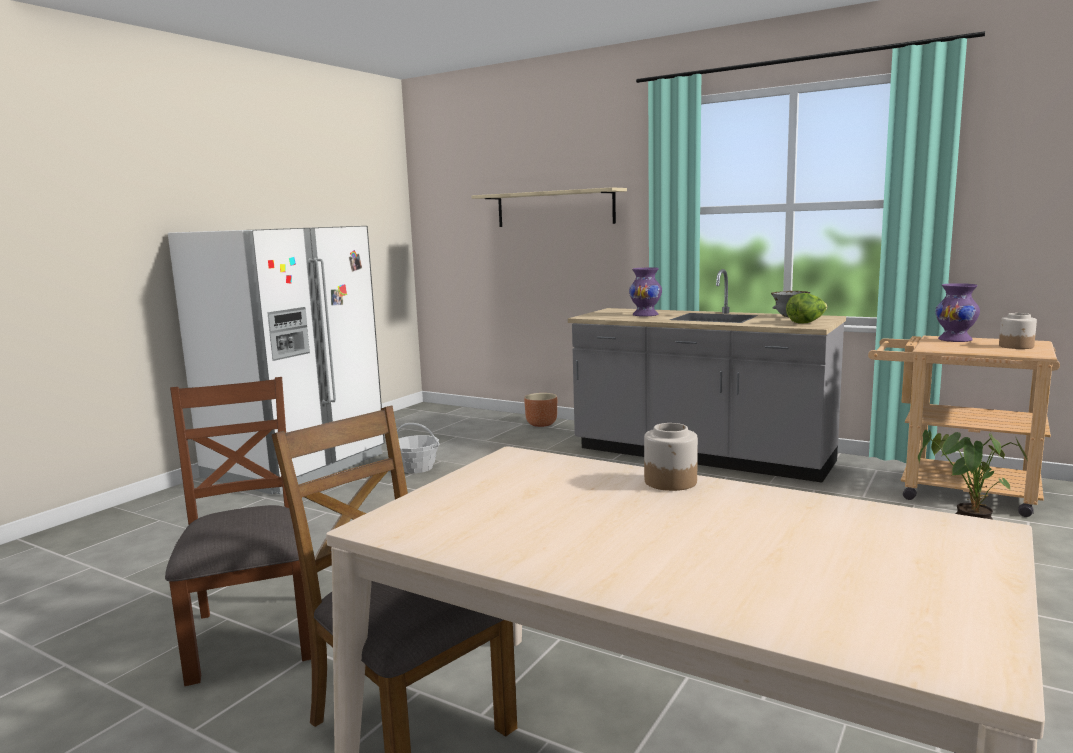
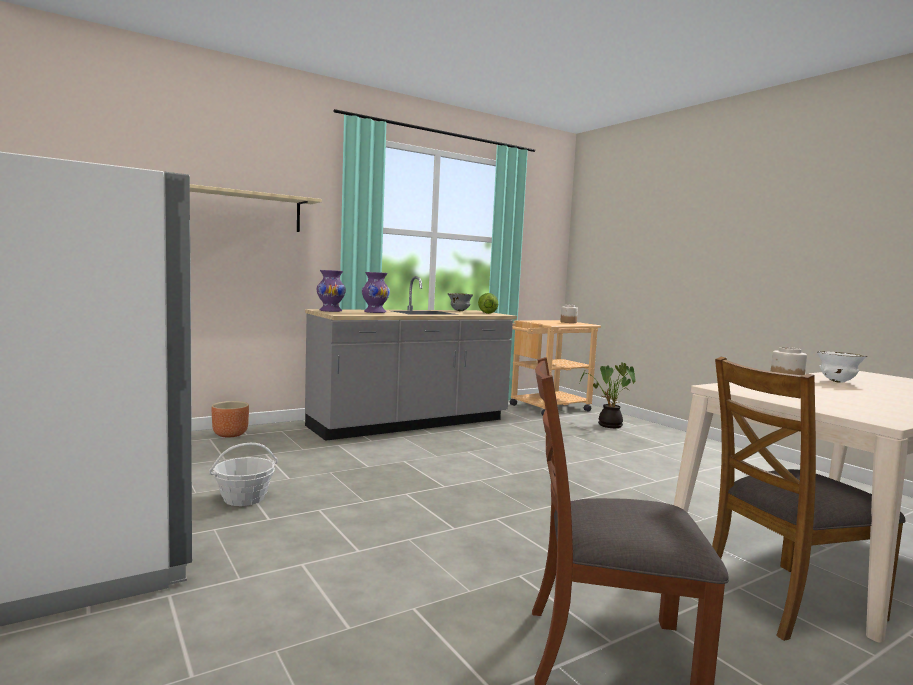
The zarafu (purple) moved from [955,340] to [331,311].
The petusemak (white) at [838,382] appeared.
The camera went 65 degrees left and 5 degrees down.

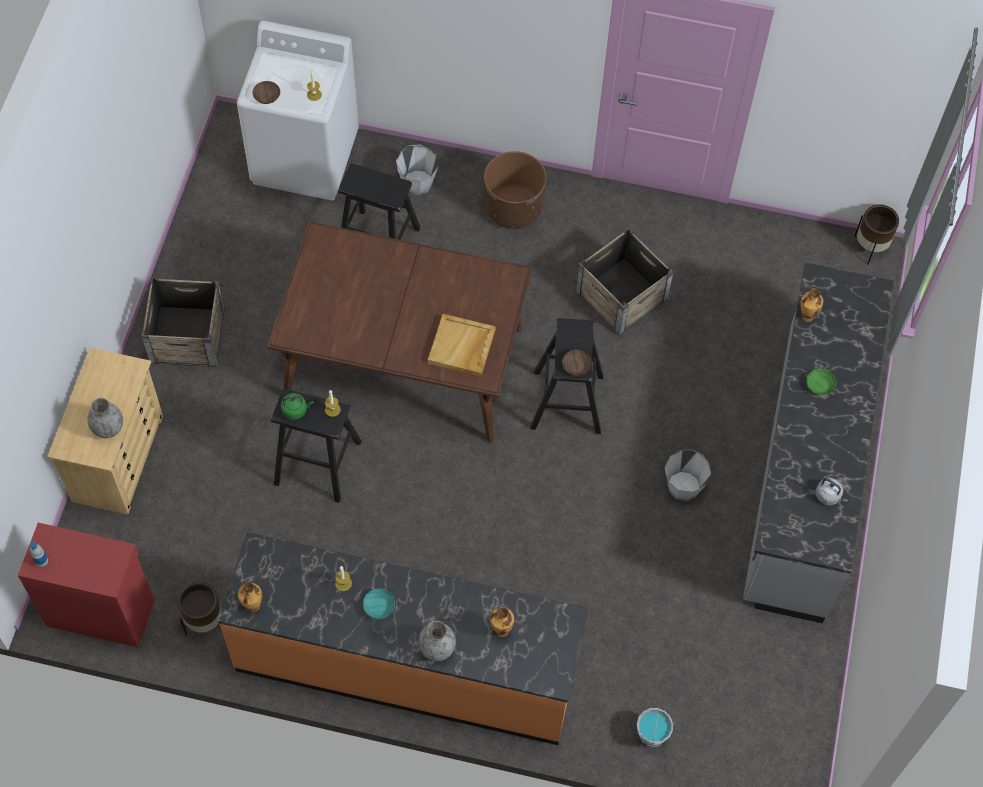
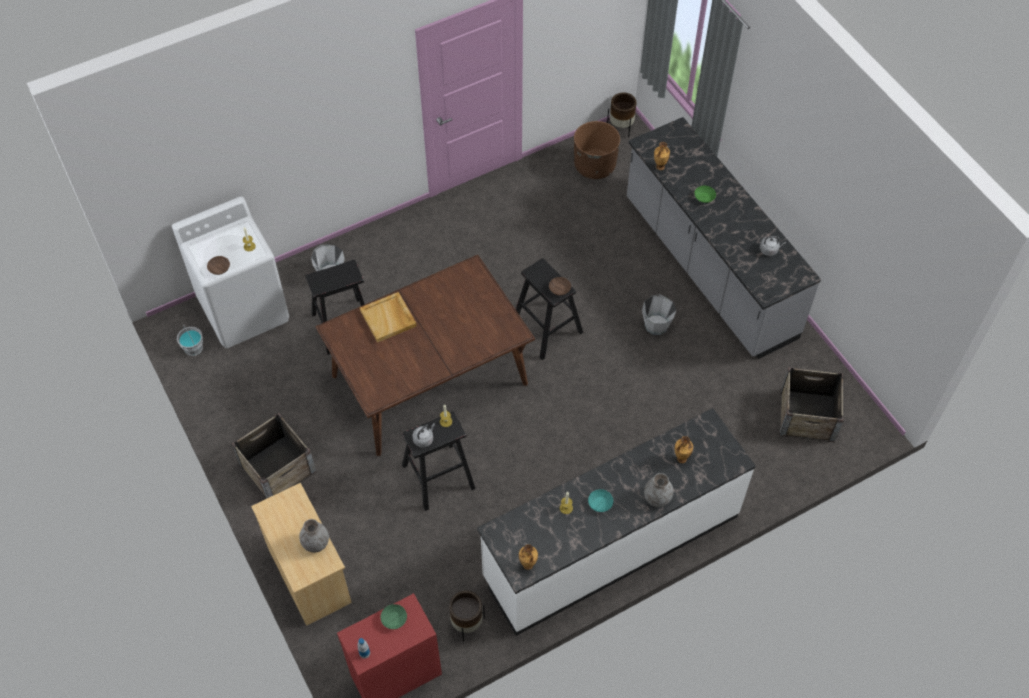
The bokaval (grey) moved from [651,734] to [193,348].
The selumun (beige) moved from [462,347] to [388,318].
The petusemak (green) at [393,619] appeared.
The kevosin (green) at [296,410] became the kevosin (grey) at [424,439].
The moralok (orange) at [406,666] became the moralok (white) at [611,546].
The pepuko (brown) moved from [513,208] to [594,165].
The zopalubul moved from [622,295] to [807,415].
The camera went 40 degrees left and 5 degrees down.

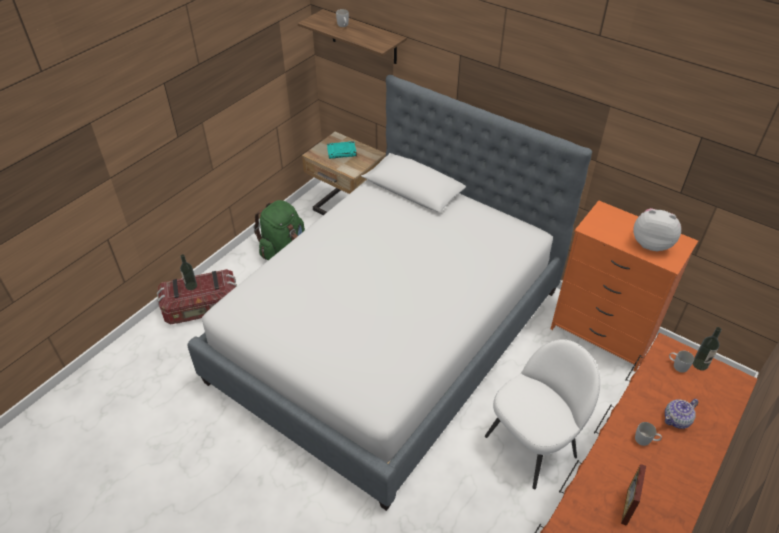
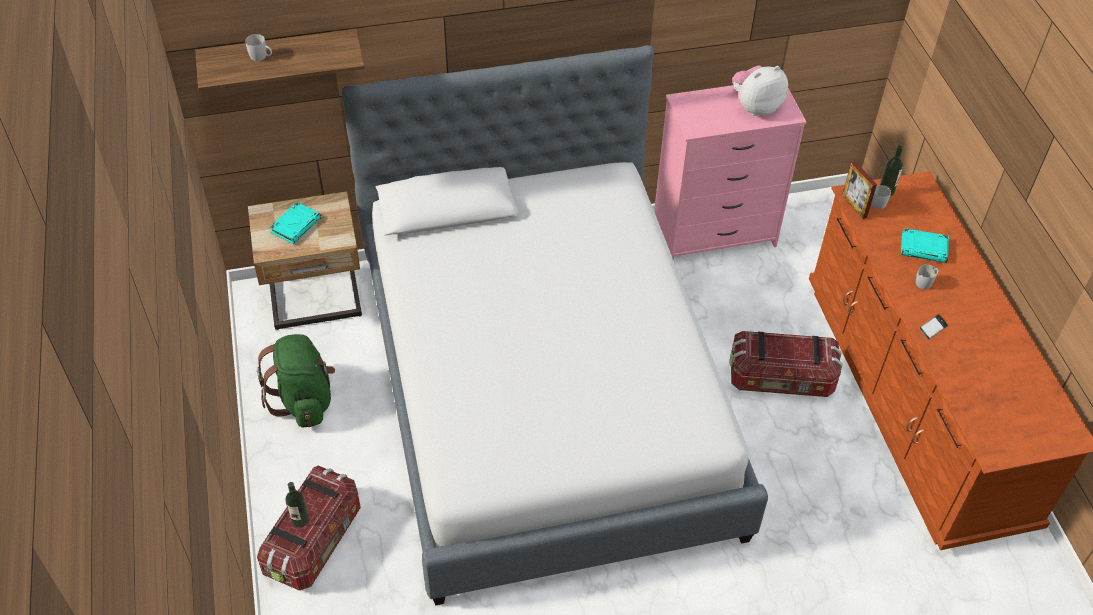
The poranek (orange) at [601,334] became the poranek (pink) at [714,234].
The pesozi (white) at [532,445] was replaced by the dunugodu at [781,379].
The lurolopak moved from [627,506] to [854,206].
The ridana at [677,420] was replaced by the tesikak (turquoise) at [924,248].
The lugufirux at [932,328] appeared.
The camera went 50 degrees left and 5 degrees up.

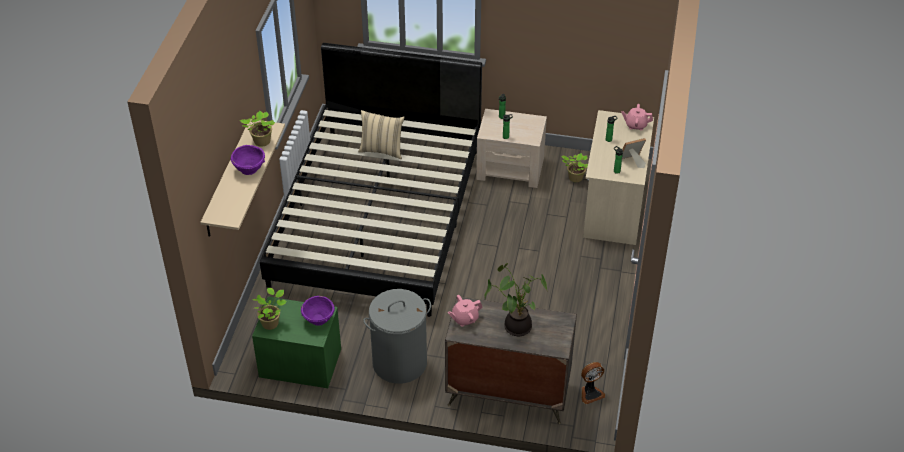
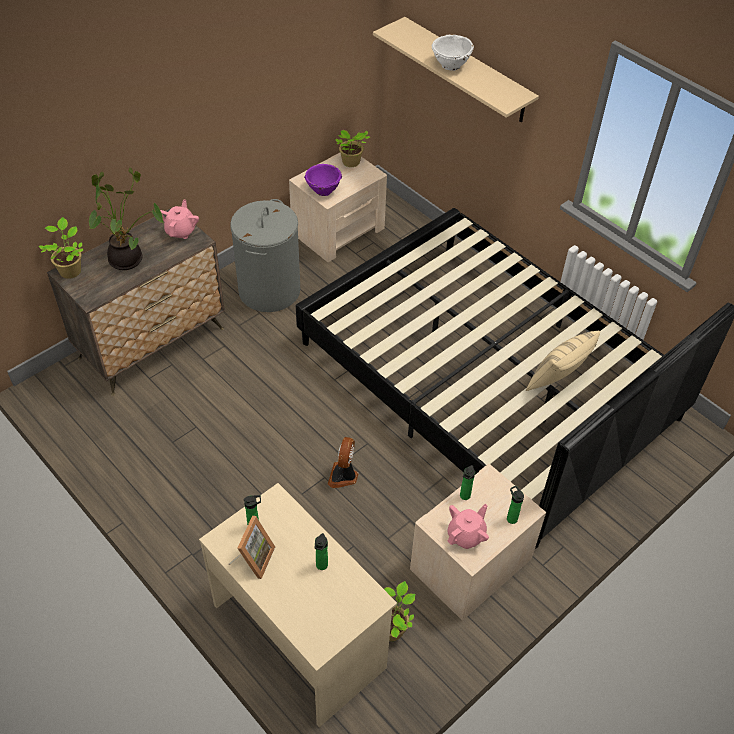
The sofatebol moved from [261,142] to [70,270].
The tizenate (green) at [300,362] became the tizenate (beige) at [338,230].
The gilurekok moved from [590,393] to [344,476].
The petusemak (purple) at [250,169] became the petusemak (white) at [450,65].
The ridana (pink) moved from [635,125] to [466,535].
The camera went 125 degrees right and 5 degrees up.

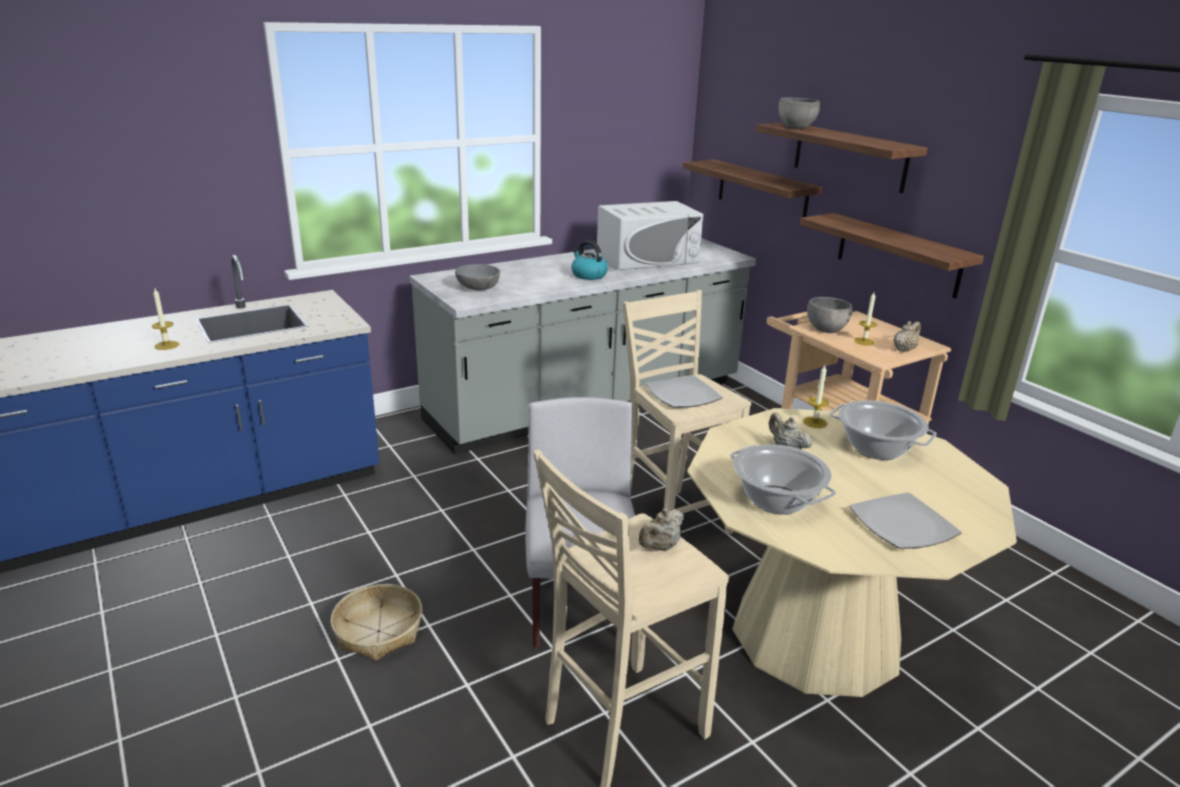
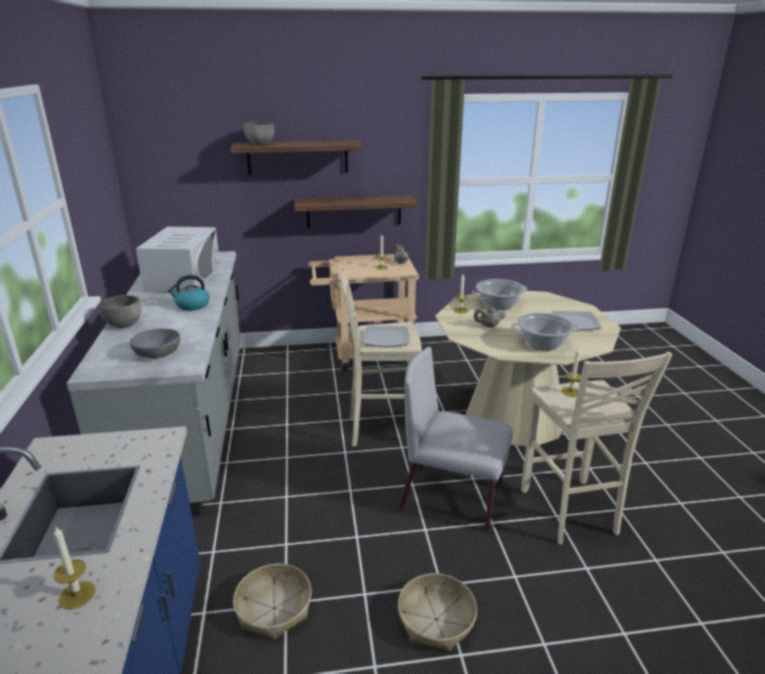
The petusemak (grey) moved from [826,330] to [124,324].
The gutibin at [274,608] appeared.
The ridana (beige) at [660,547] was replaced by the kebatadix at [571,392].
The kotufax at [762,192] disappeared.
The camera went 65 degrees left and 0 degrees up.

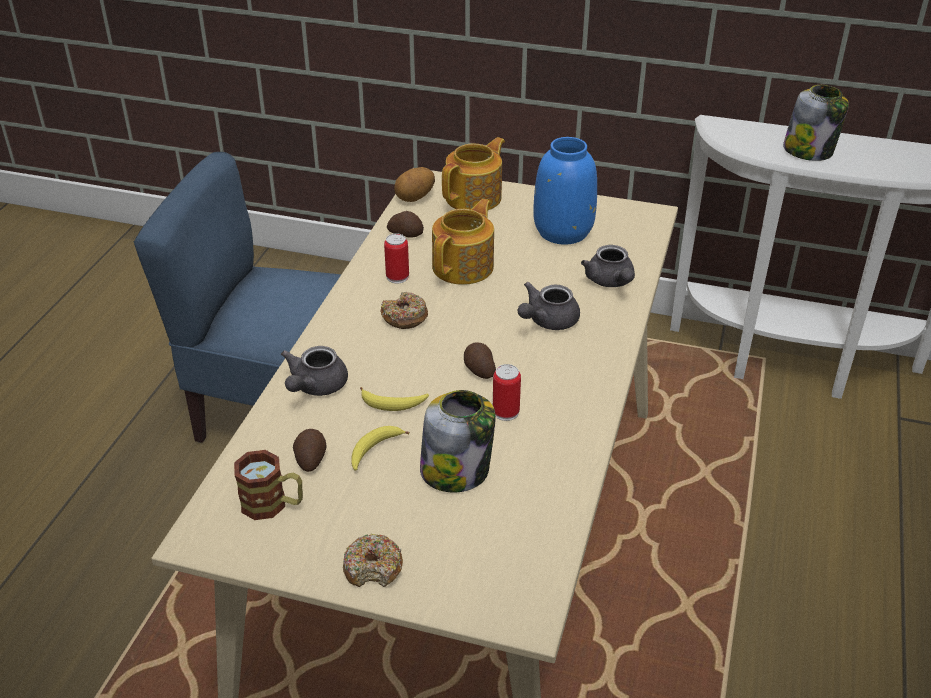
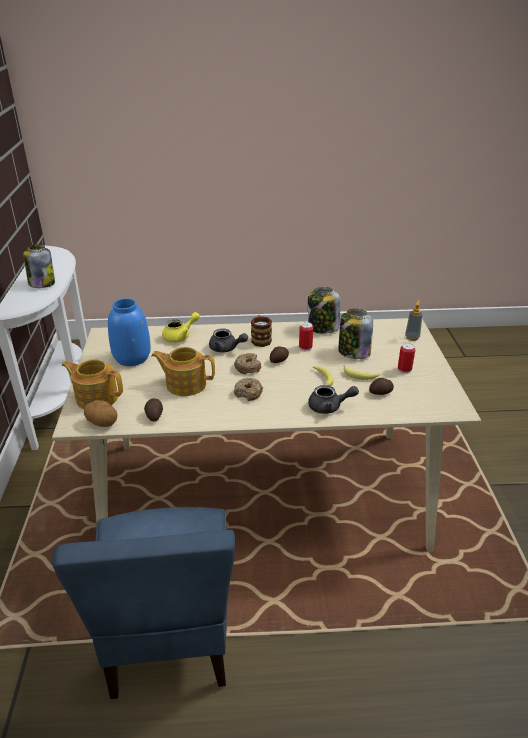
The ridana (grey) at [611,282] became the ridana (yellow) at [180,336].
The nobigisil moved from [373,568] to [247,367].
The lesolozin moved from [273,504] to [260,339].
The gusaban at [322,328] appeared.
The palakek moved from [397,277] to [404,370].
The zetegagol at [412,337] appeared.
The camera went 110 degrees left and 5 degrees down.

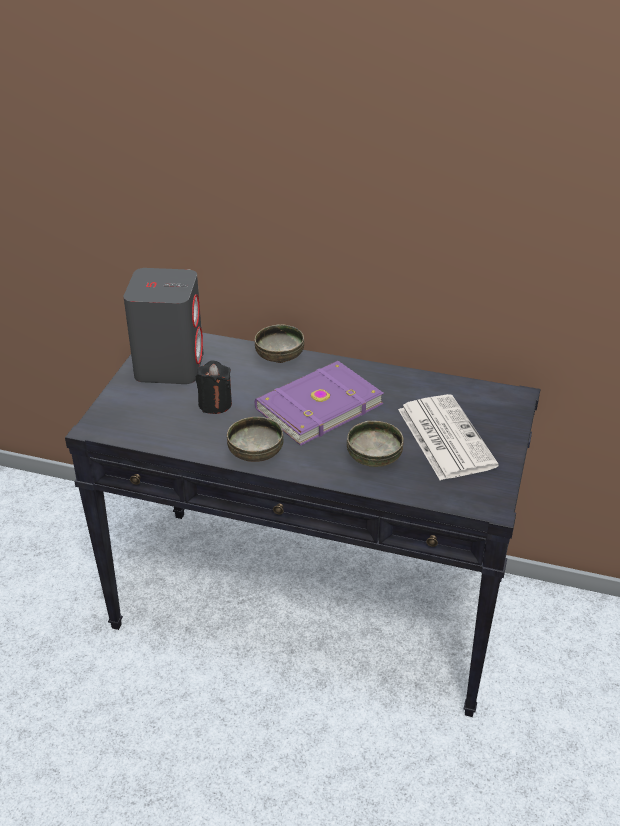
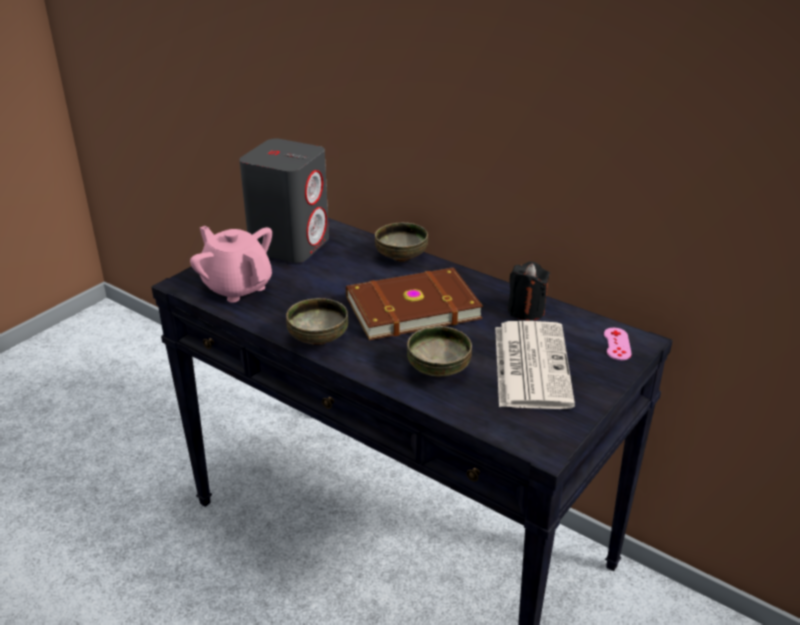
The ridana (pink) at [237,287] appeared.
The tesikak (purple) at [317,405] became the tesikak (brown) at [411,307].
The kebatadix (black) moved from [215,404] to [526,310].
The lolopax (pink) at [617,344] appeared.
The camera went 20 degrees right and 5 degrees down.

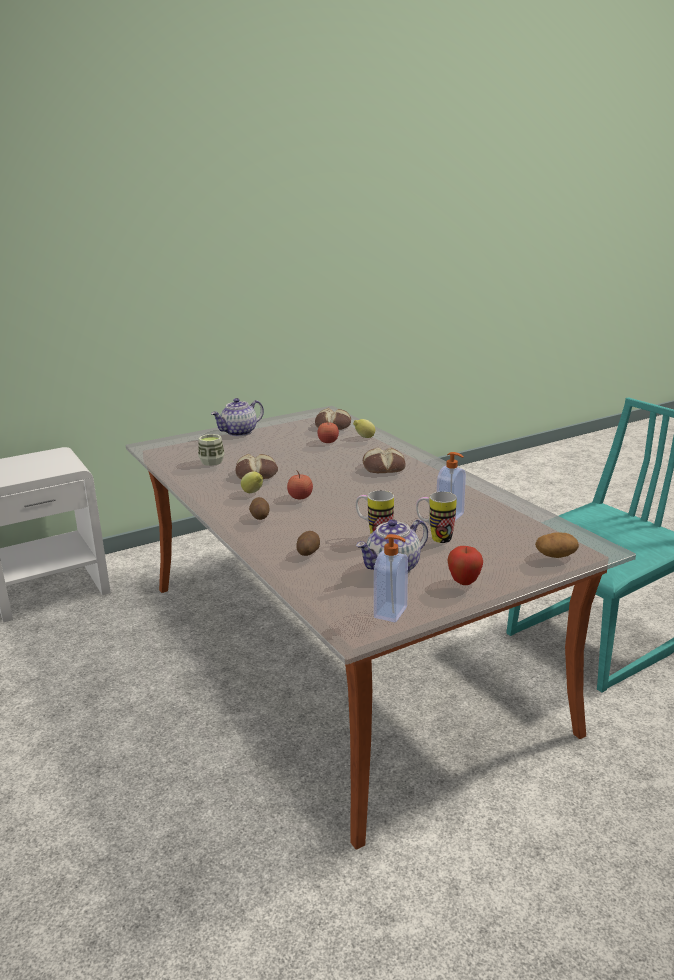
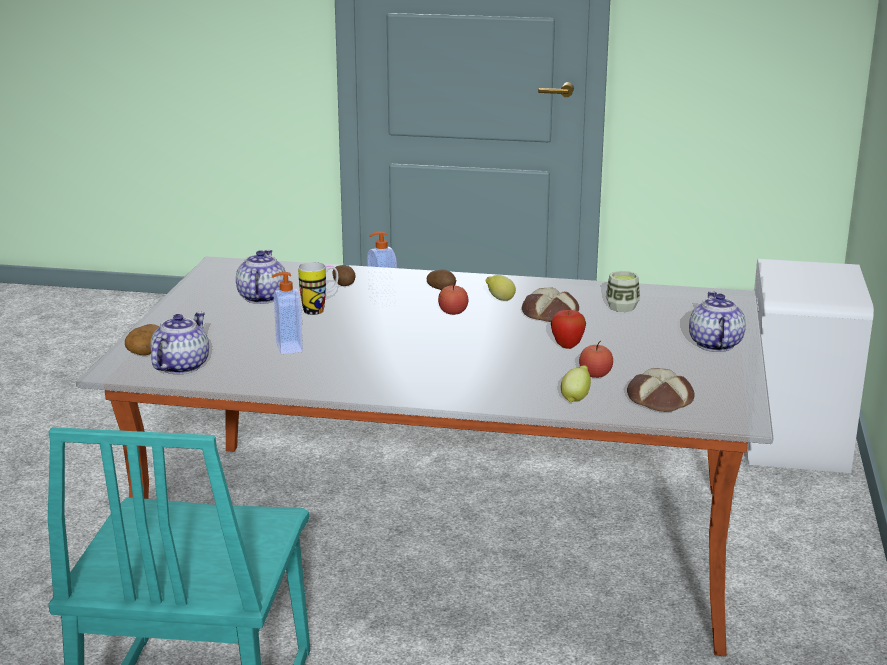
The ridana at [181,366] appeared.
The zetegagol moved from [392,613] to [381,302].
The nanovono moved from [464,582] to [567,346].
The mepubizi at [383,468] disappeared.
The lesolozin at [435,538] disappeared.
The camera went 130 degrees right and 0 degrees up.

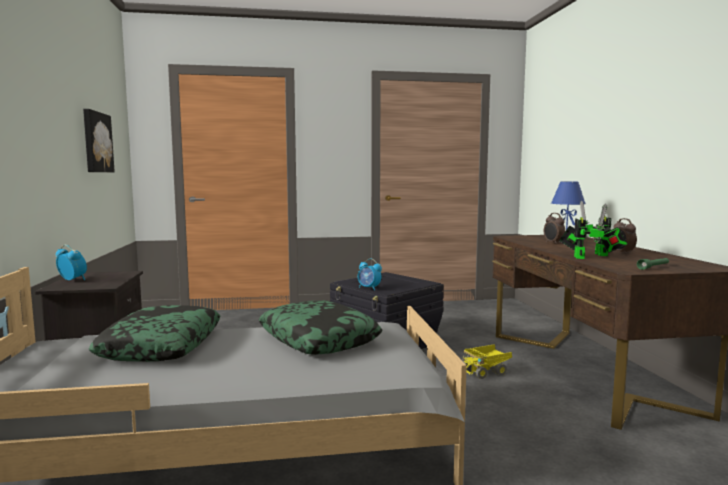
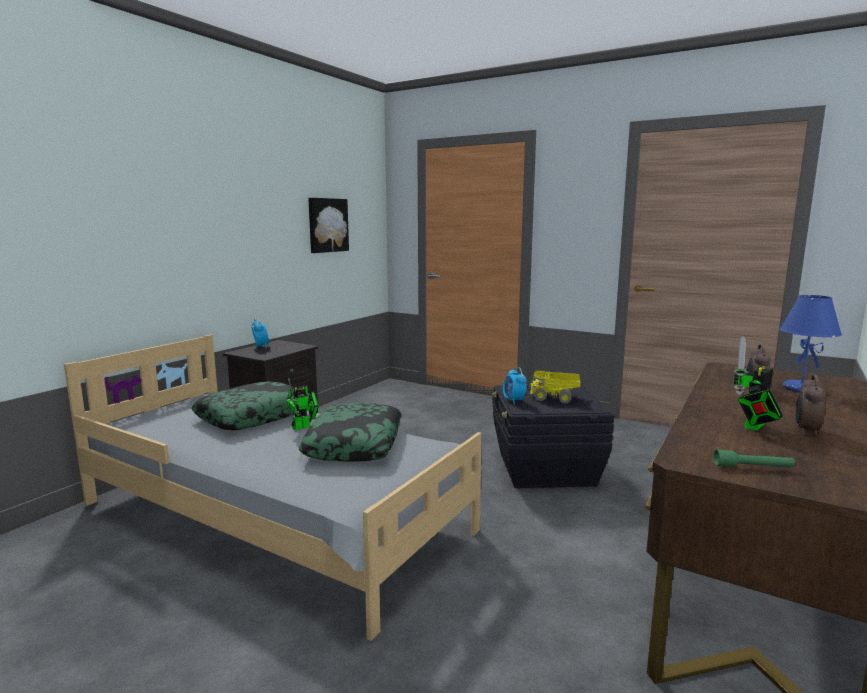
The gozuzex moved from [578,257] to [304,427].
The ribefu moved from [486,372] to [556,398].
The camera went 40 degrees right and 5 degrees up.

